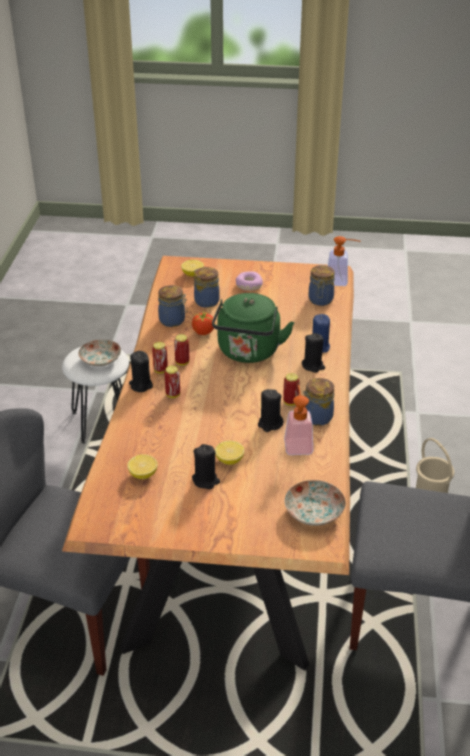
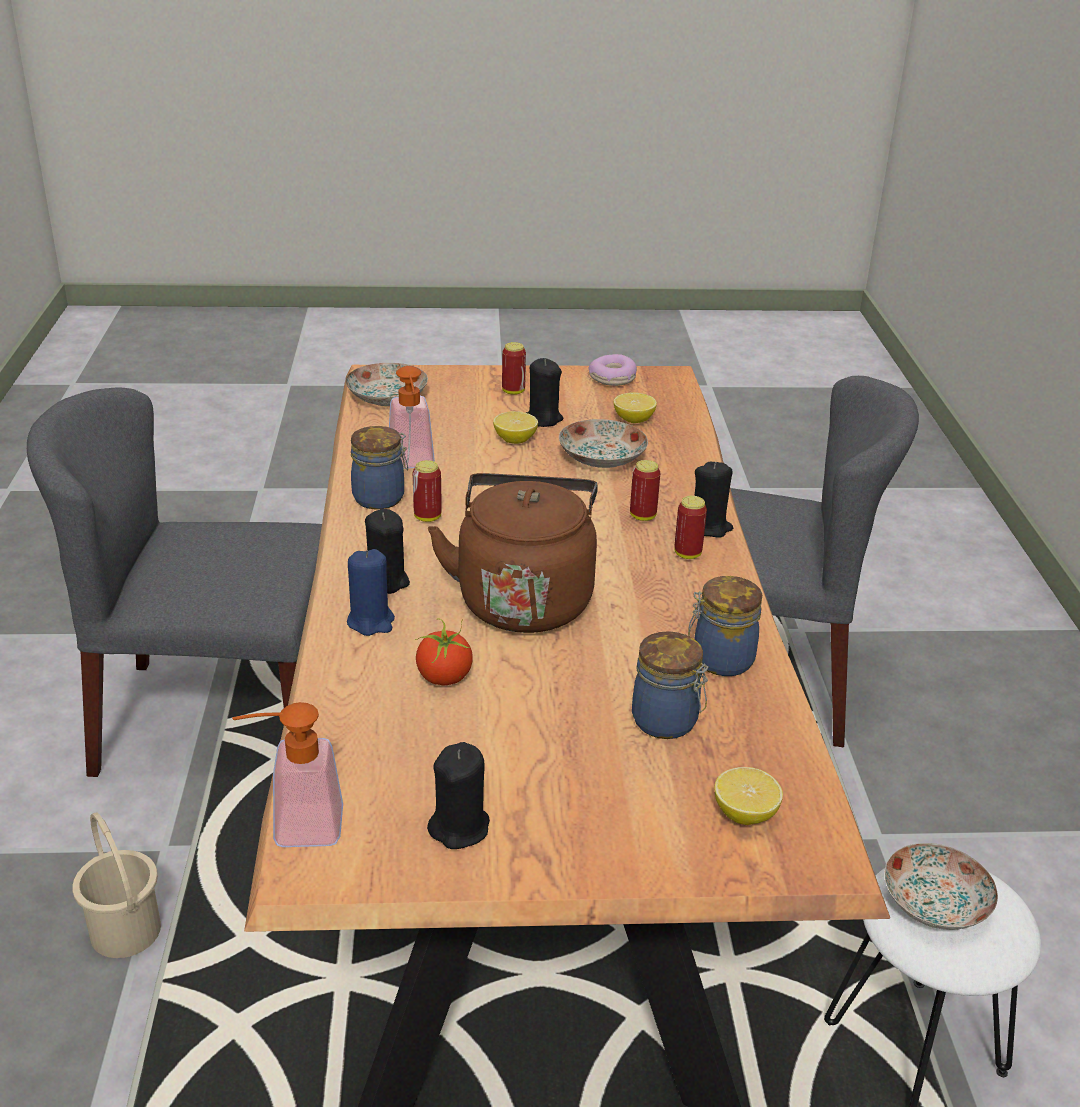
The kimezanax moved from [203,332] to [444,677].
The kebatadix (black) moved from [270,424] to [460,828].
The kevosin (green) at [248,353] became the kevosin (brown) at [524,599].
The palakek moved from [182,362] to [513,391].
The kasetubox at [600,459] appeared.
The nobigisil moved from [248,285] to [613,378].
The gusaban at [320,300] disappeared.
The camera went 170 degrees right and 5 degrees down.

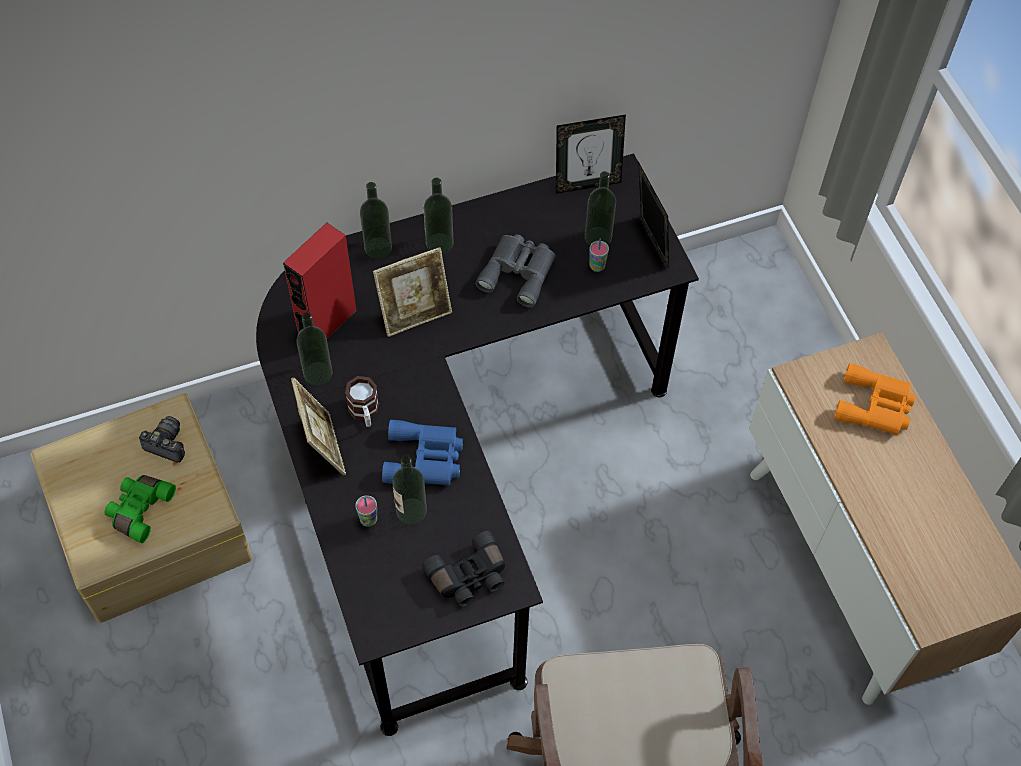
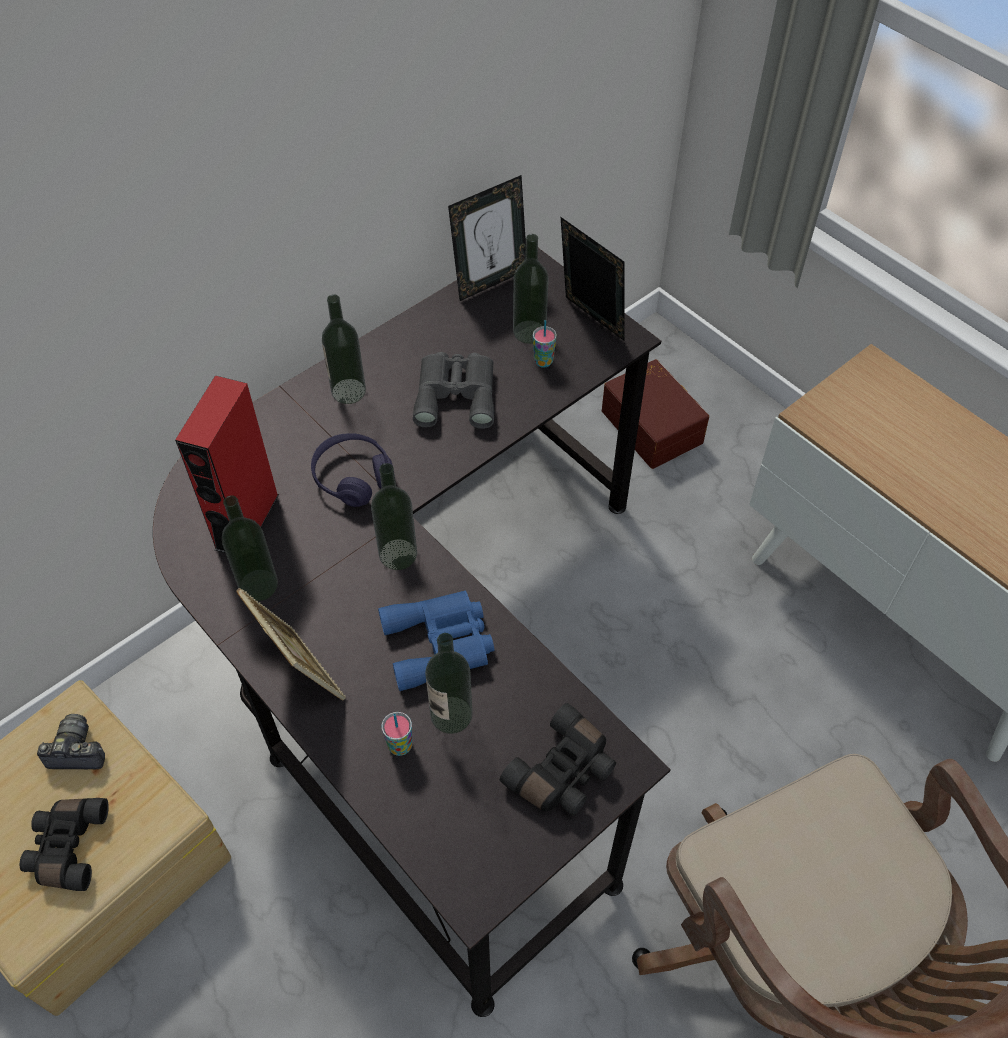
The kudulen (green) at [139,509] became the kudulen (black) at [67,847].
The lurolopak at [415,314] was replaced by the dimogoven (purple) at [353,477].
The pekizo moved from [378,248] to [398,554].
The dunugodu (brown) at [653,425] appeared.
The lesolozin at [365,413] disappeared.
The kudulen (orange) at [875,406] disappeared.
The camera went 20 degrees left and 5 degrees down.

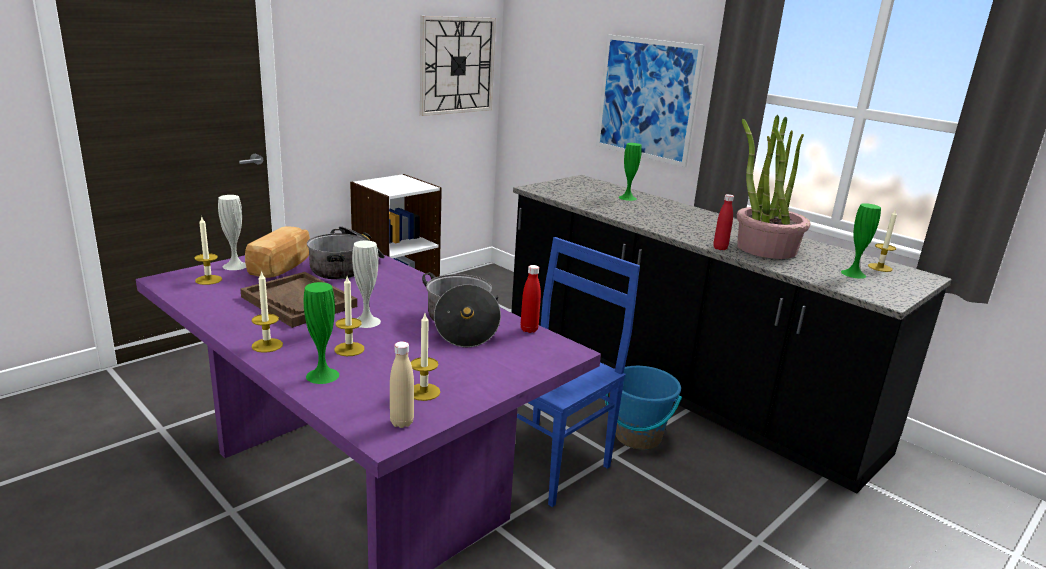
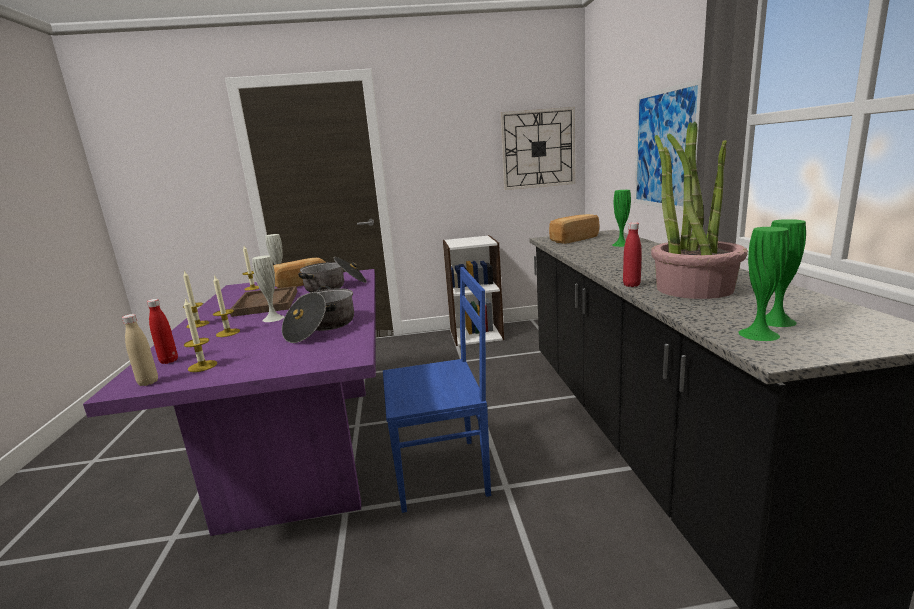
The pekizo (red) moved from [529,329] to [169,361].
The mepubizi at [573,239] appeared.
The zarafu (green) moved from [322,375] to [758,334].
The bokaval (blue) at [637,437] disappeared.
The kebatadix at [880,267] disappeared.
The camera went 40 degrees right and 5 degrees down.

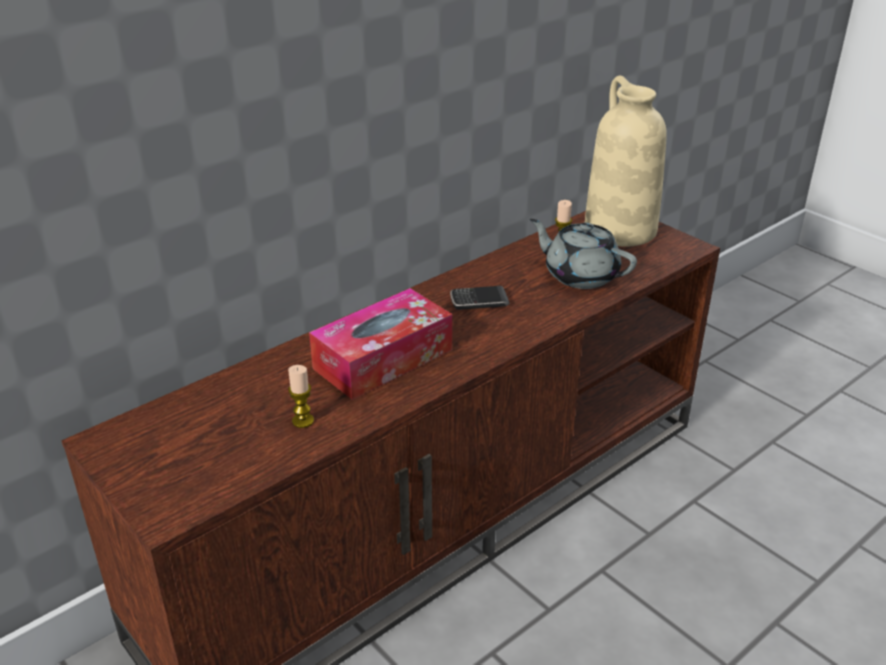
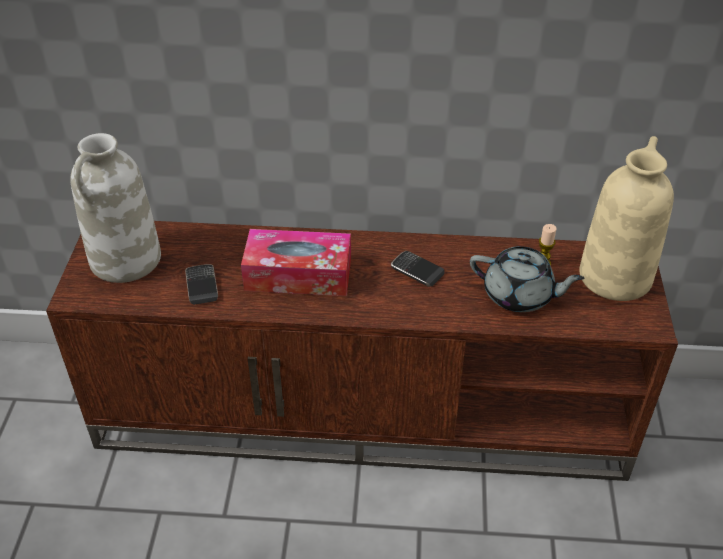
The zarafu (white) at [125,260] appeared.
The kebatadix at [303,421] was replaced by the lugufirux at [202,286].
The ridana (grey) at [580,275] turned 120 degrees clockwise.
The camera went 45 degrees right and 10 degrees up.

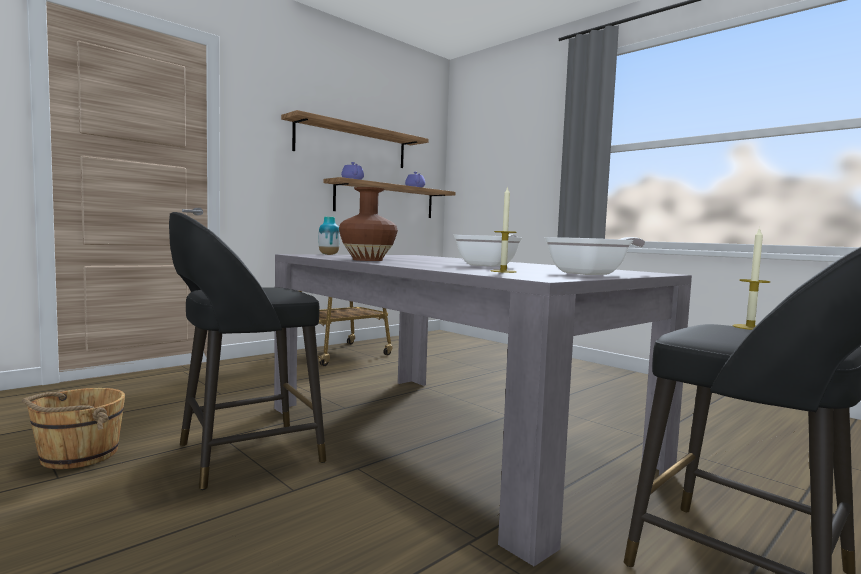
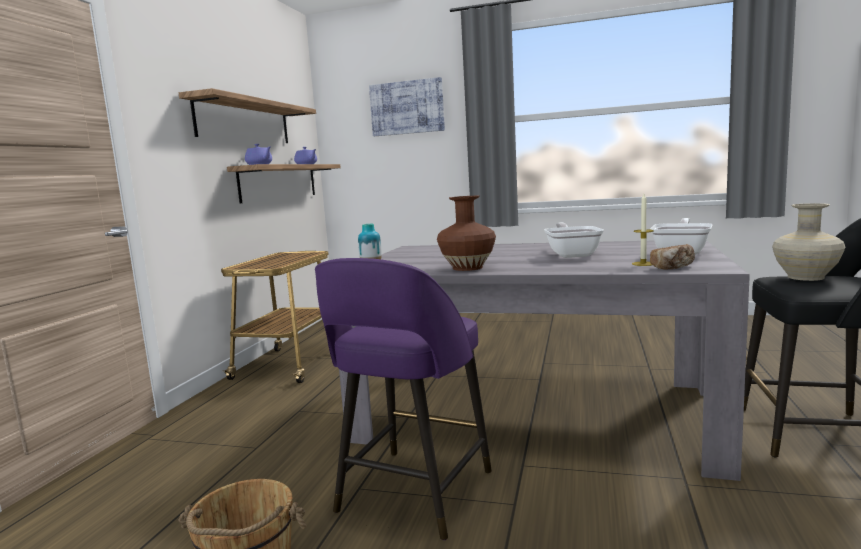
The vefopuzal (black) at [245,454] became the vefopuzal (purple) at [413,493].
The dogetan at [407,107] appeared.
The mepubizi at [673,267] appeared.
The kebatadix at [750,327] was replaced by the zarafu (beige) at [805,277].
The camera went 30 degrees left and 5 degrees up.

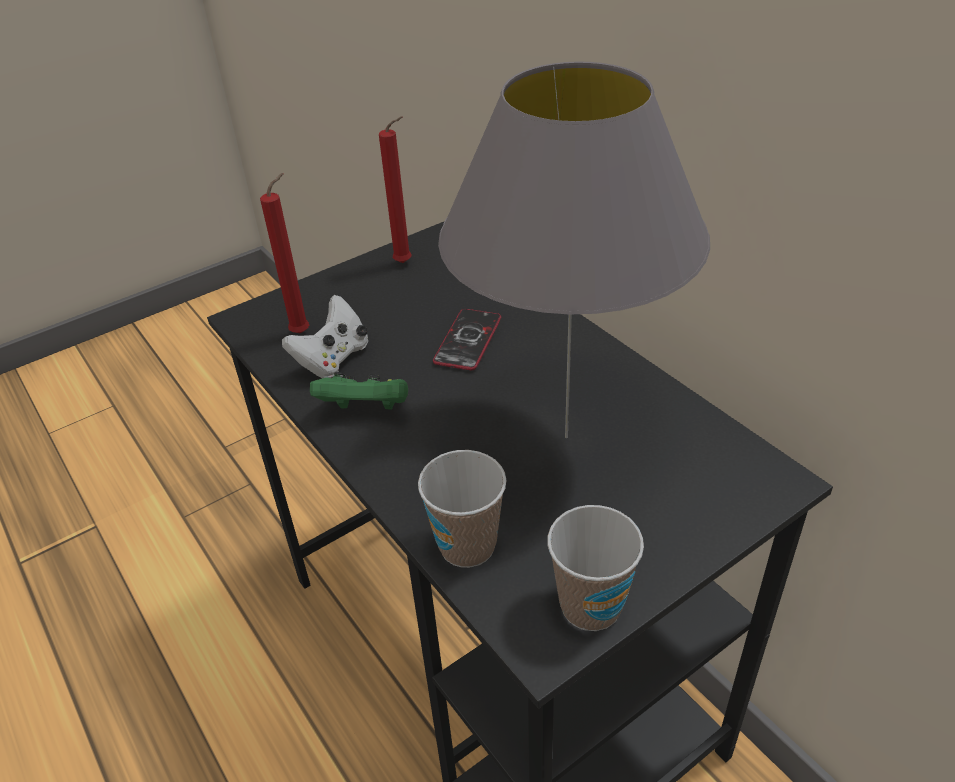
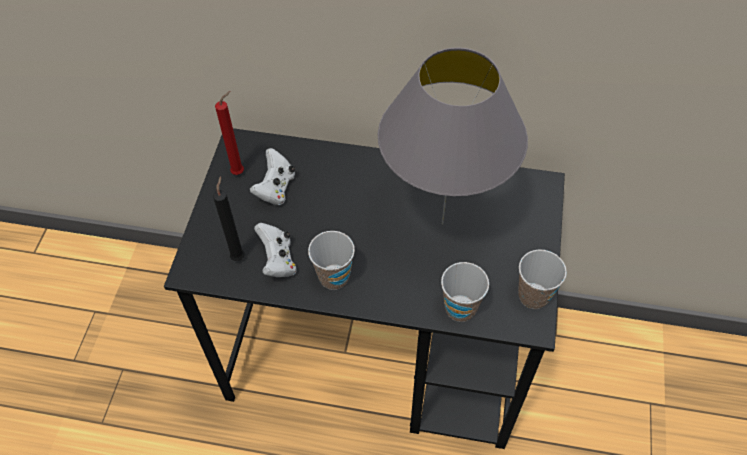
The kebatadix (red) at [303,332] became the kebatadix (black) at [238,256].
The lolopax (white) at [275,188] appeared.
The lolopax (green) at [366,410] was replaced by the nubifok at [334,277].
The lugufirux at [468,340] disappeared.
The camera went 45 degrees left and 15 degrees up.

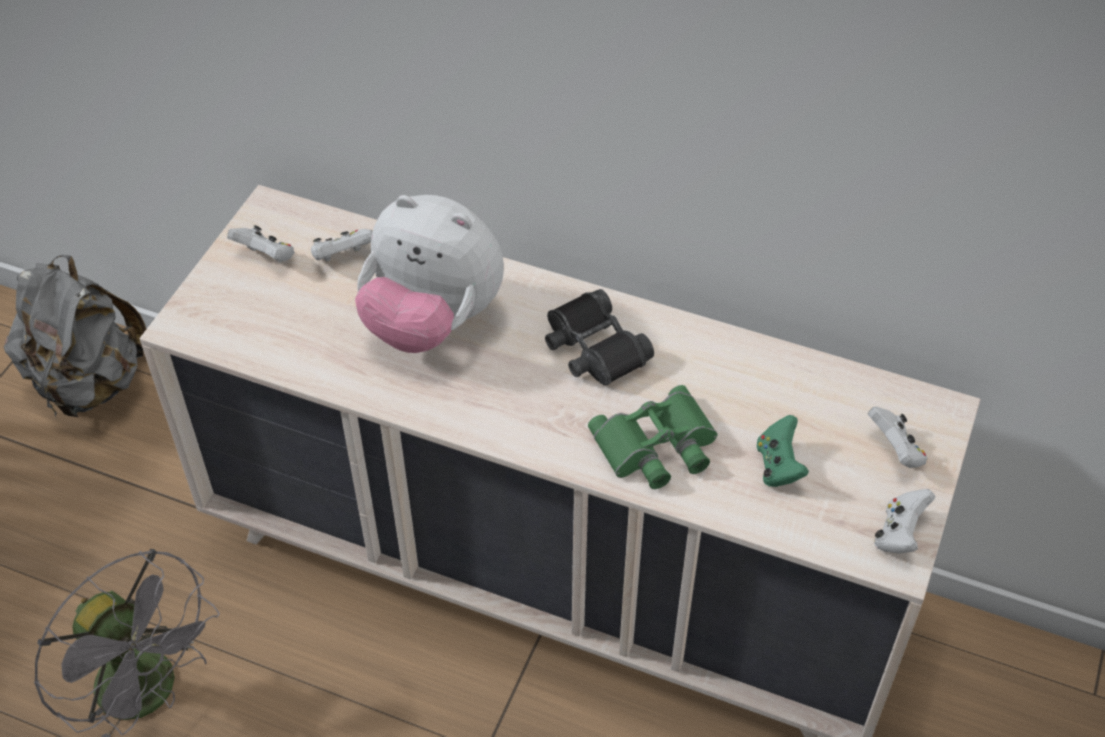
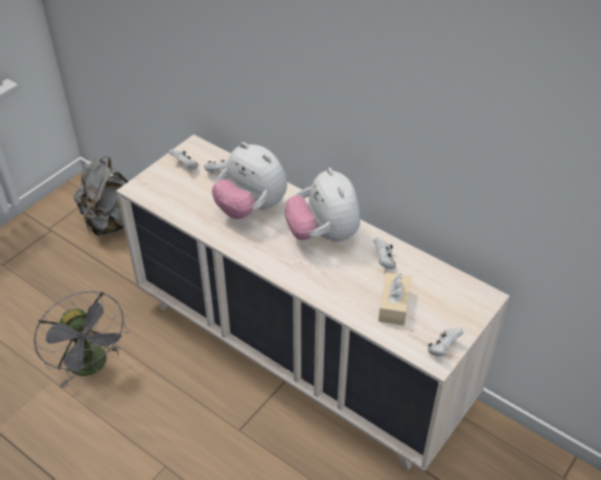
The kudulen (black) at [593,349] was replaced by the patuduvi at [323,235].
The lolopax (white) moved from [895,451] to [384,261].
The lolopax (green) at [778,466] was replaced by the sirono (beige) at [394,305].
The kudulen (green) at [657,447] disappeared.
The camera went 15 degrees right and 5 degrees down.

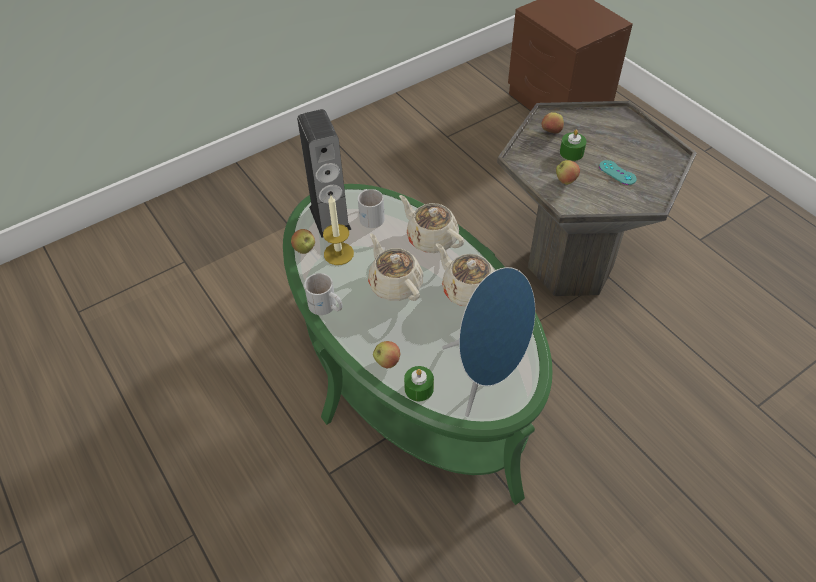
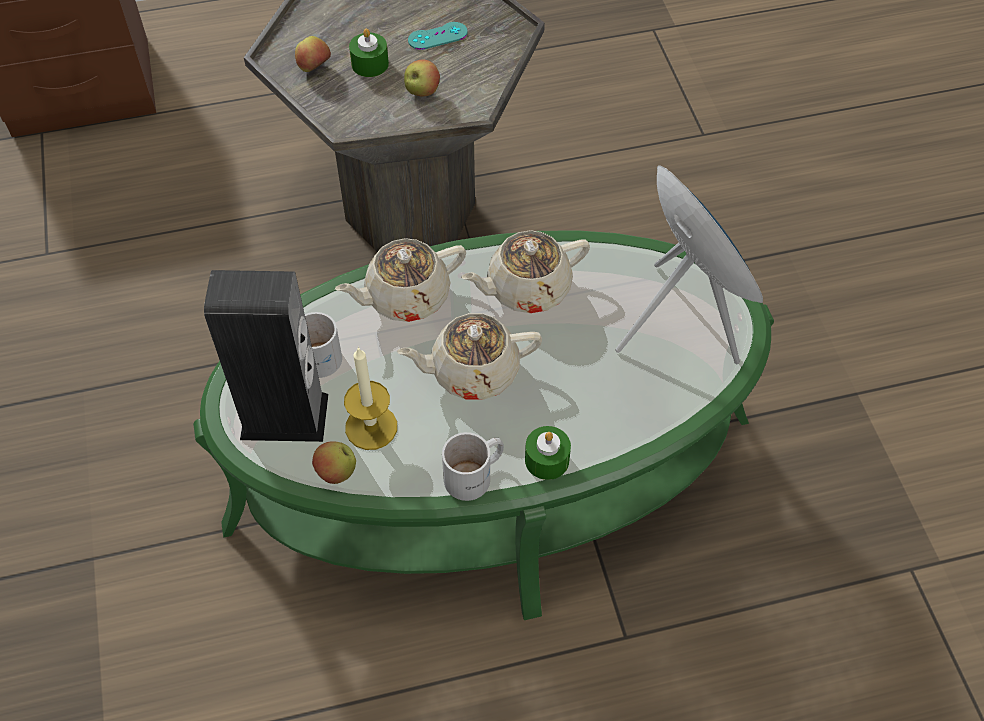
The kebatadix (green) moved from [419,388] to [547,460].
The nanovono at [387,362] disappeared.
The camera went 70 degrees left and 5 degrees up.

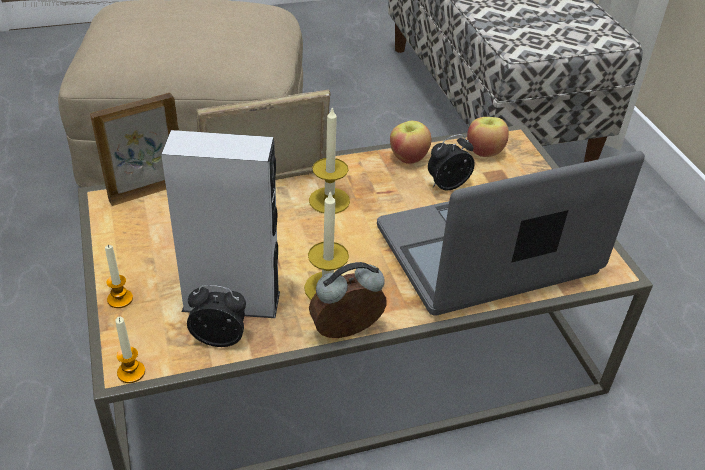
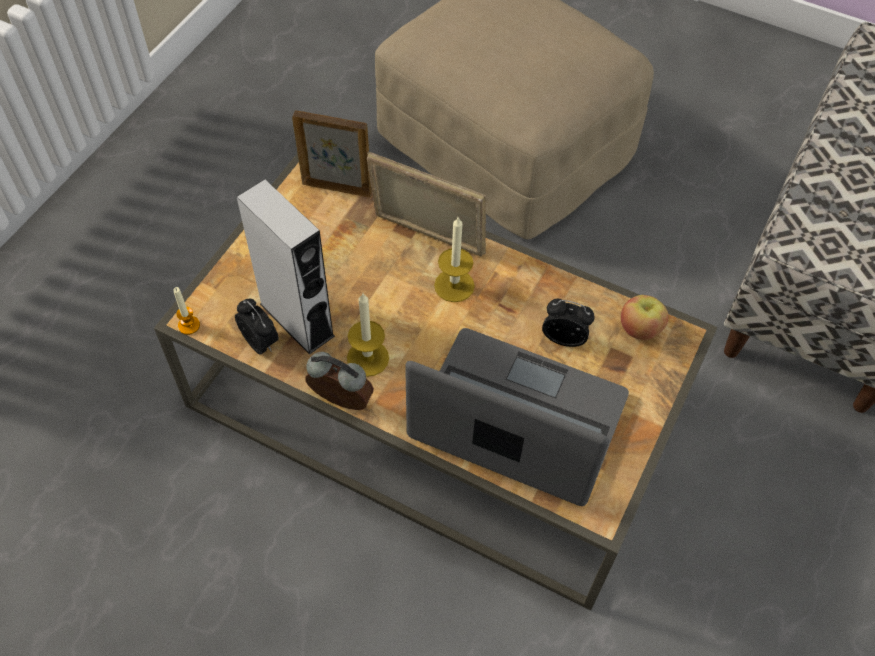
The kebatadix at [120,299] disappeared.
The nanovono at [408,157] disappeared.
The camera went 45 degrees right and 15 degrees up.

